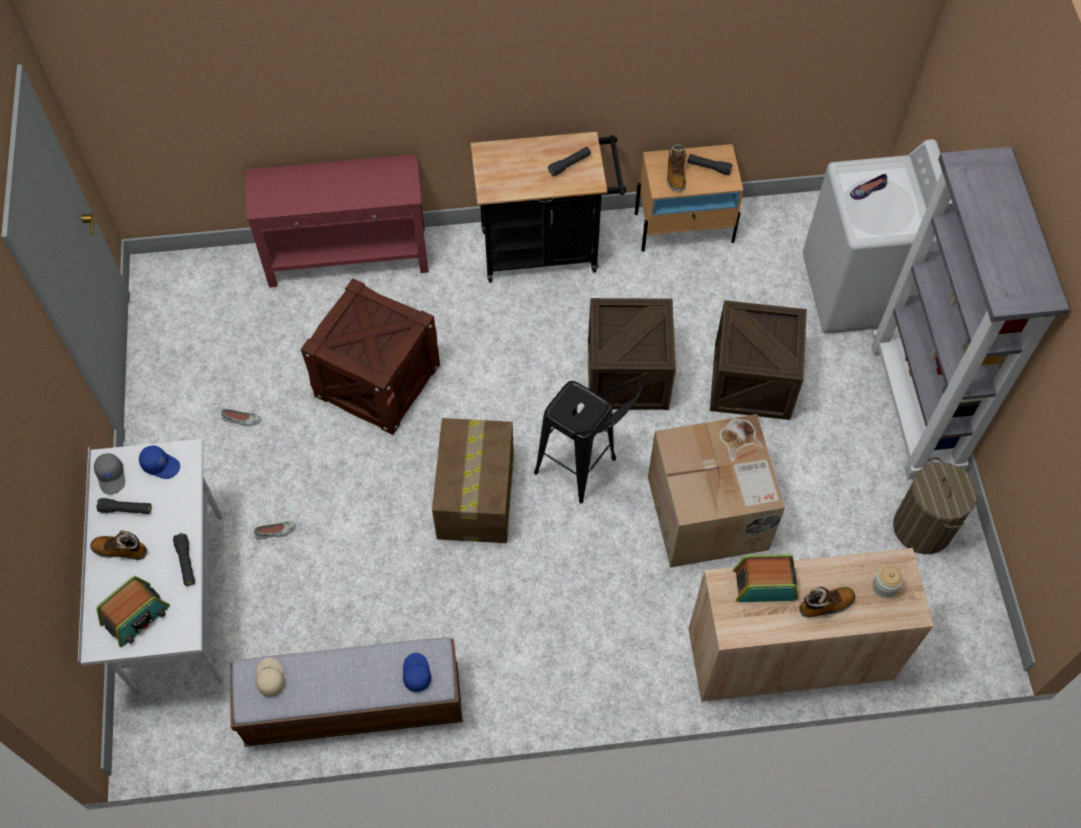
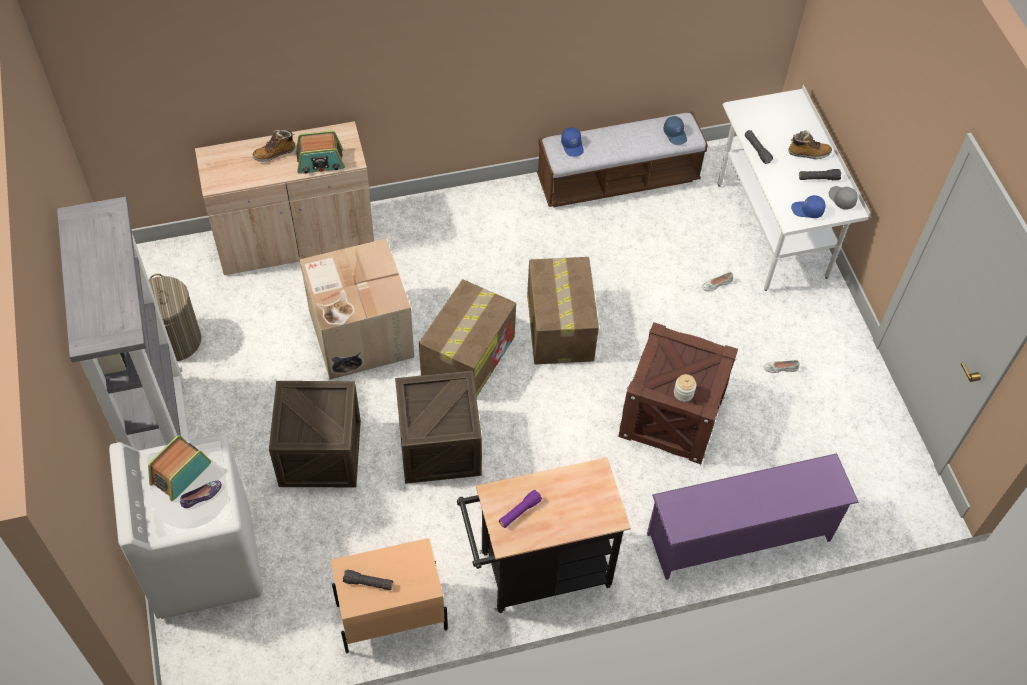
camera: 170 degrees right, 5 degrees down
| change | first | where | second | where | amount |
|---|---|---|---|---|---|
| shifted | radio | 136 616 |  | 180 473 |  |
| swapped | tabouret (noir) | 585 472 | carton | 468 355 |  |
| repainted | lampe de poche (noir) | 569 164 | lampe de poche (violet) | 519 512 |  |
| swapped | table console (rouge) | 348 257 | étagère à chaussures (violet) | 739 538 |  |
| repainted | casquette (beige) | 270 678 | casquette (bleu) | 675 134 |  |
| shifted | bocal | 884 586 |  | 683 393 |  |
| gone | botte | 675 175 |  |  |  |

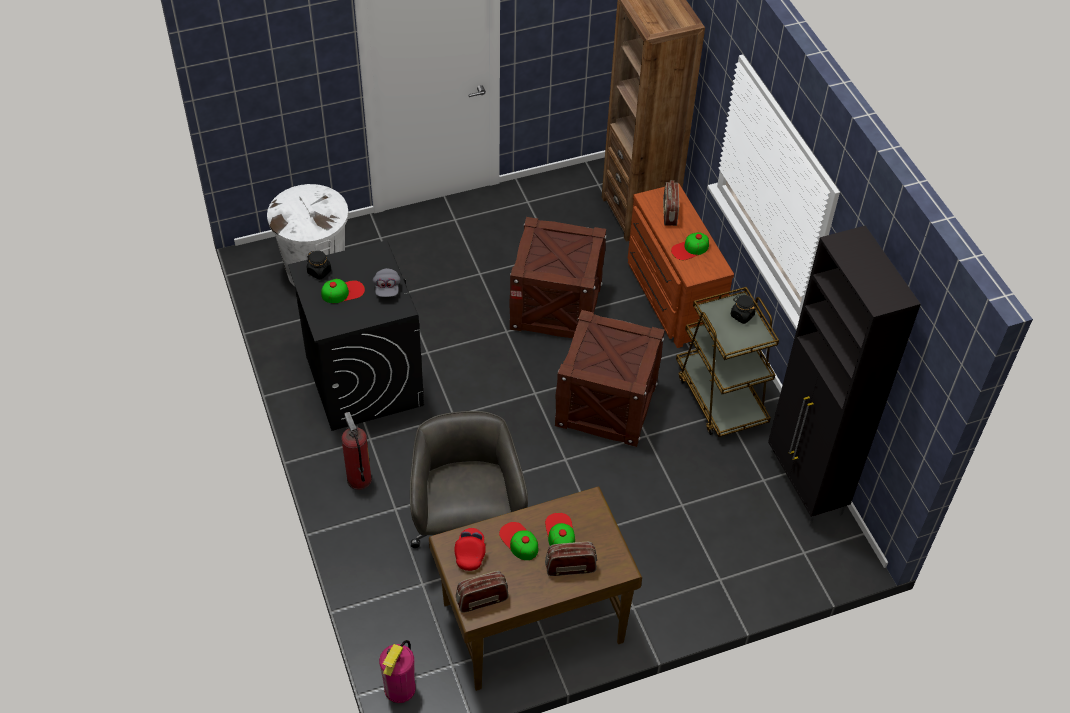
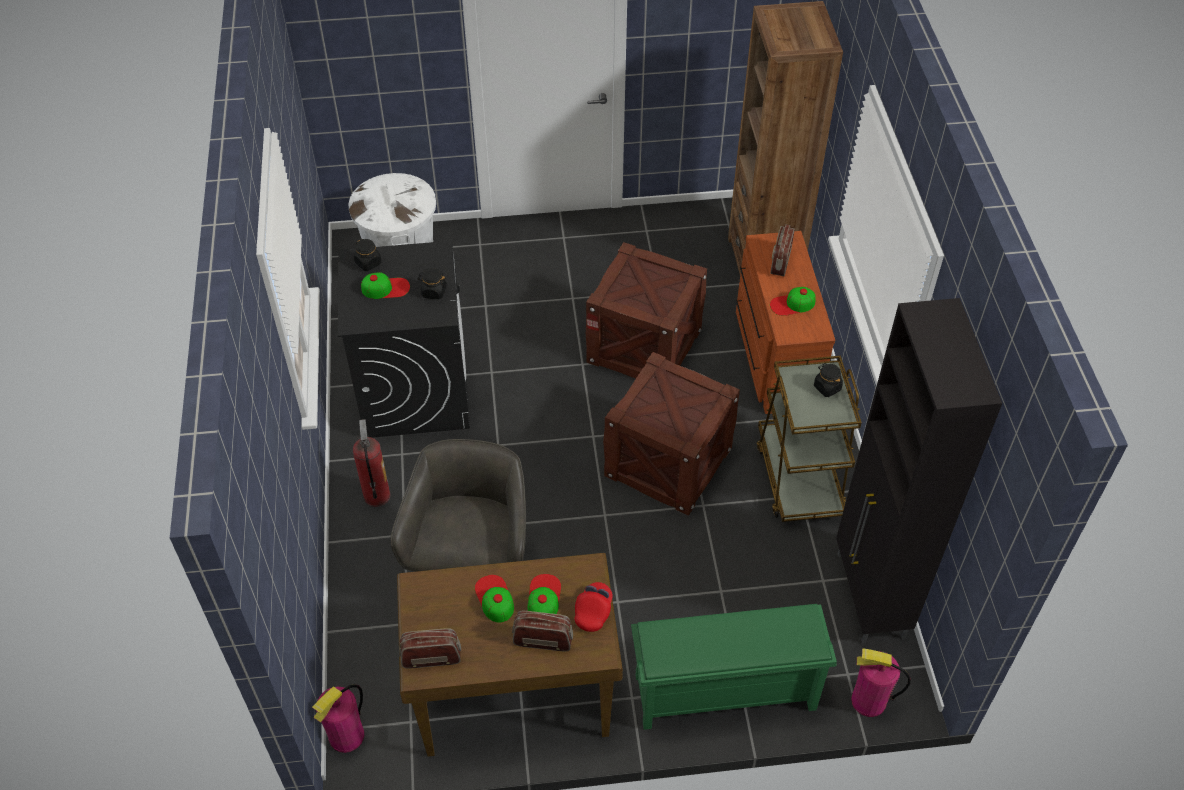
camera: 15 degrees right, 0 degrees up
| change | first | where | second | where | amount |
|---|---|---|---|---|---|
| swapped | casquette (gris) | 387 288 | bocal (noir) | 433 292 |  |
| shifted | casquette (rouge) | 470 553 |  | 593 611 |  |
| new |  |  | étagère à chaussures (vert) | 723 694 |  |
| new |  |  | extincteur | 868 701 |  |

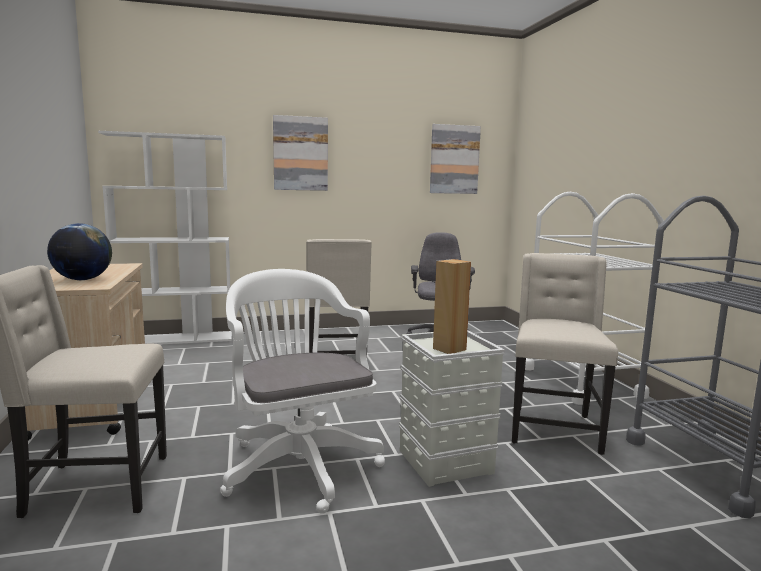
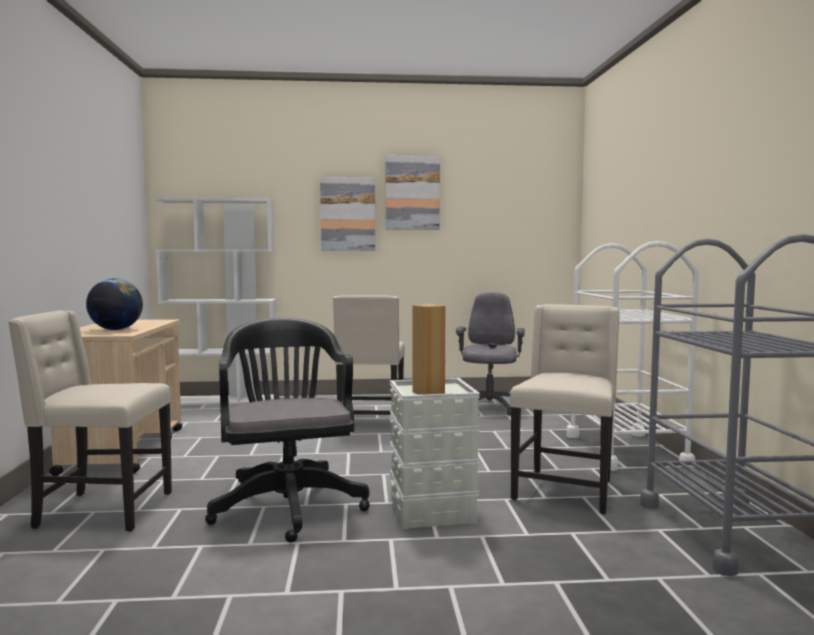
camera: 10 degrees right, 5 degrees down
| change | first | where | second | where | amount |
|---|---|---|---|---|---|
| repainted | chaise de bureau (blanc) | 298 463 | chaise de bureau (noir) | 288 504 |  |
| shifted | tableau | 454 159 |  | 412 193 |  |

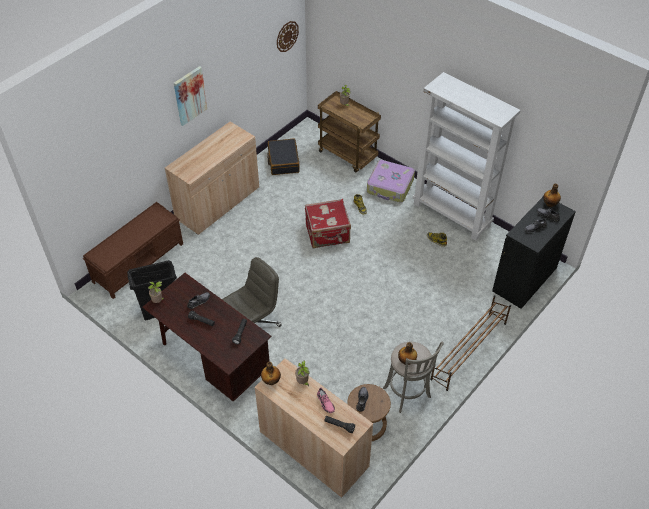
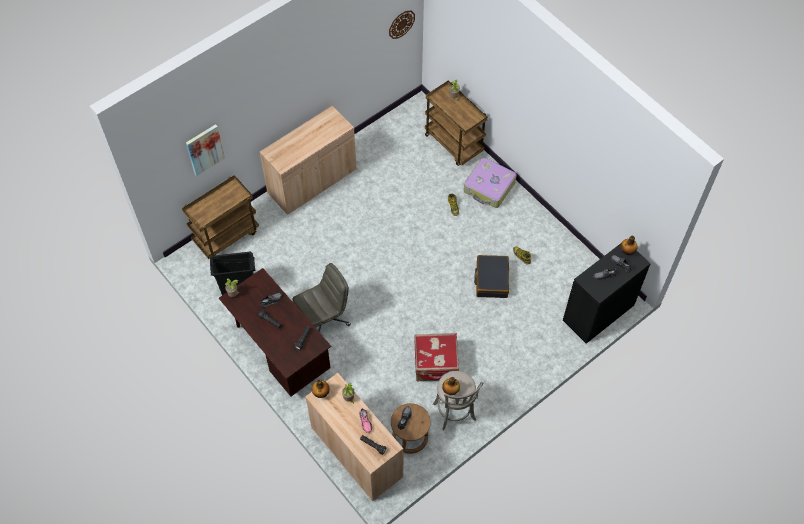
camera: 10 degrees right, 10 degrees up
| change | first | where | second | where | amount |
|---|---|---|---|---|---|
| swapped | banc (marron) | 139 262 | chariot (marron) | 226 236 |  |
| shifted | tableau | 189 95 |  | 205 149 |  |
| shifted | valise (rouge) | 328 234 |  | 436 365 |  |
| shifted | valise (noir) | 283 161 |  | 491 280 |  |
| gone | bibliothèque (blanc) | 452 215 |  |  |  |
| gone | étagère à chaussures (marron) | 468 351 |  |  |  |

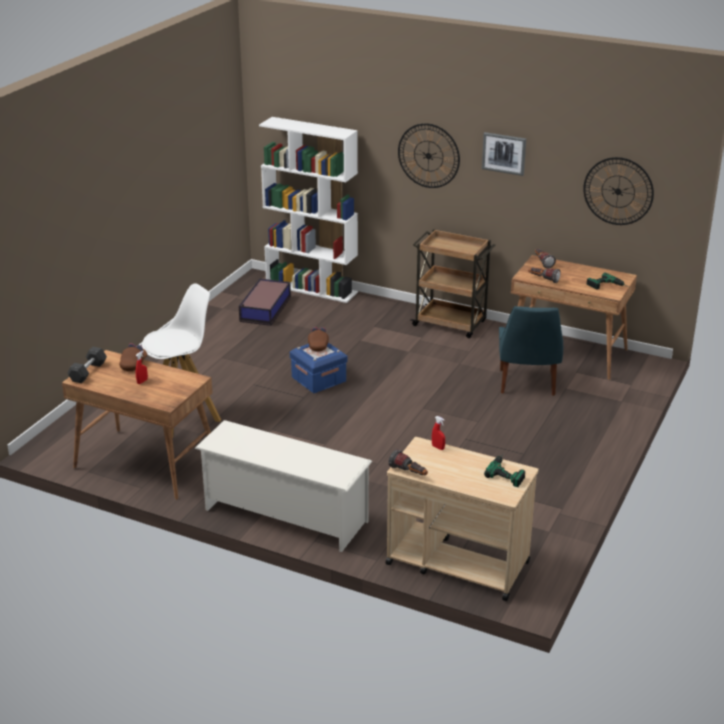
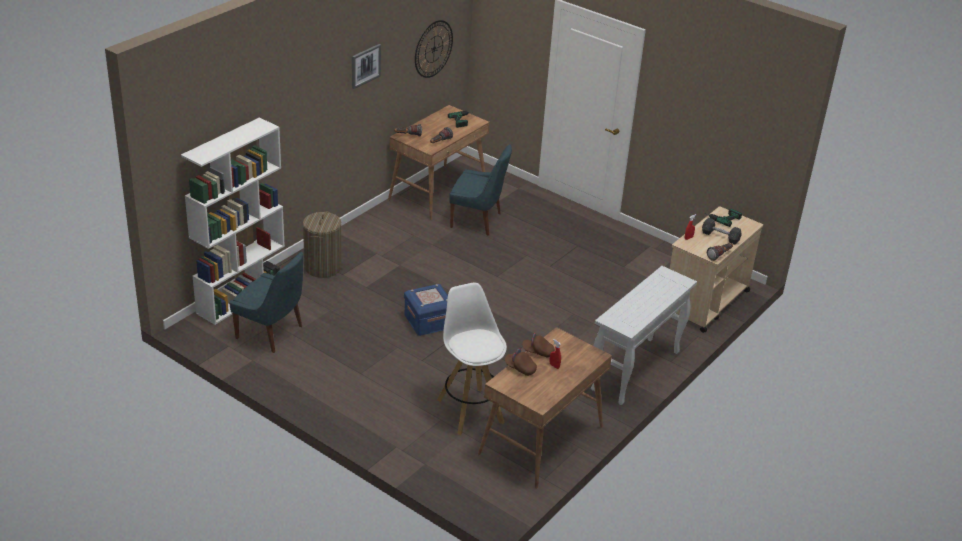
camera: 80 degrees left, 5 degrees up
| change | first | where | second | where | amount |
|---|---|---|---|---|---|
| swapped | boîte de rangement | 264 309 | chaise (bleu) | 271 333 |  |
| new |  |  | panier à linge | 323 267 |  |
| shifted | casquette (marron) | 318 345 |  | 538 352 |  |
| swapped | étagère à chaussures (blanc) | 284 515 | table console (blanc) | 635 371 |  |
| shifted | haltère (gris) | 88 372 |  | 720 236 |  |
| gone | horloge murale | 428 155 |  |  |  |
| gone | chariot (marron) | 451 324 |  |  |  |

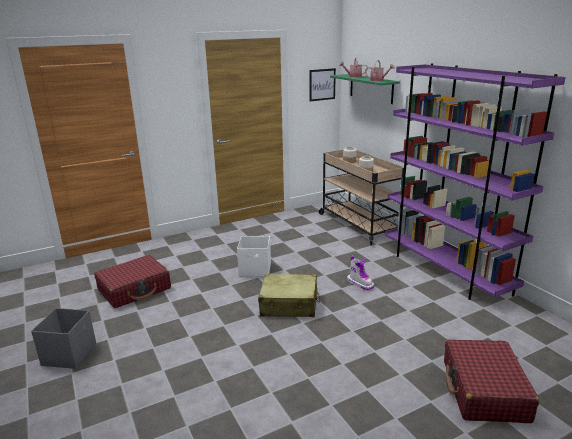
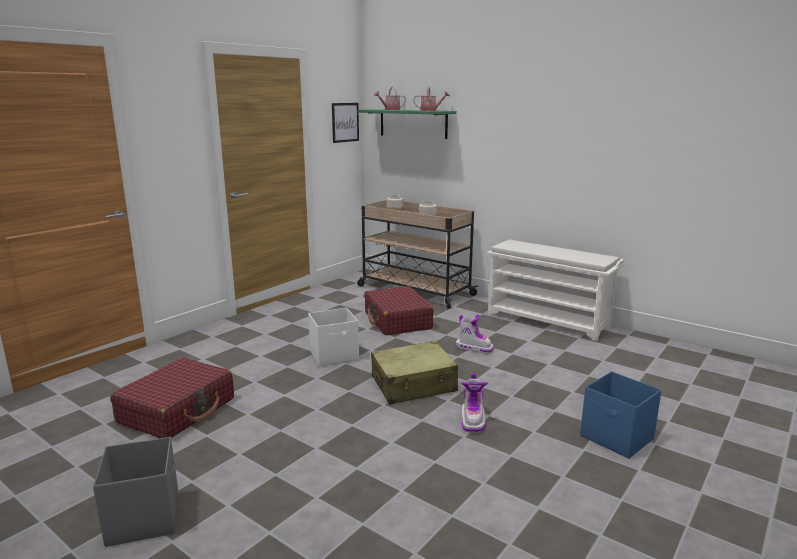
camera: 25 degrees left, 5 degrees down
| change | first | where | second | where | amount |
|---|---|---|---|---|---|
| shifted | valise (rouge) | 484 390 |  | 397 321 |  |
| new |  |  | botte | 473 420 |  |
| swapped | bibliothèque (violet) | 445 271 | étagère à chaussures (blanc) | 548 321 |  |
| new |  |  | boîte de rangement (bleu) | 617 438 |  |

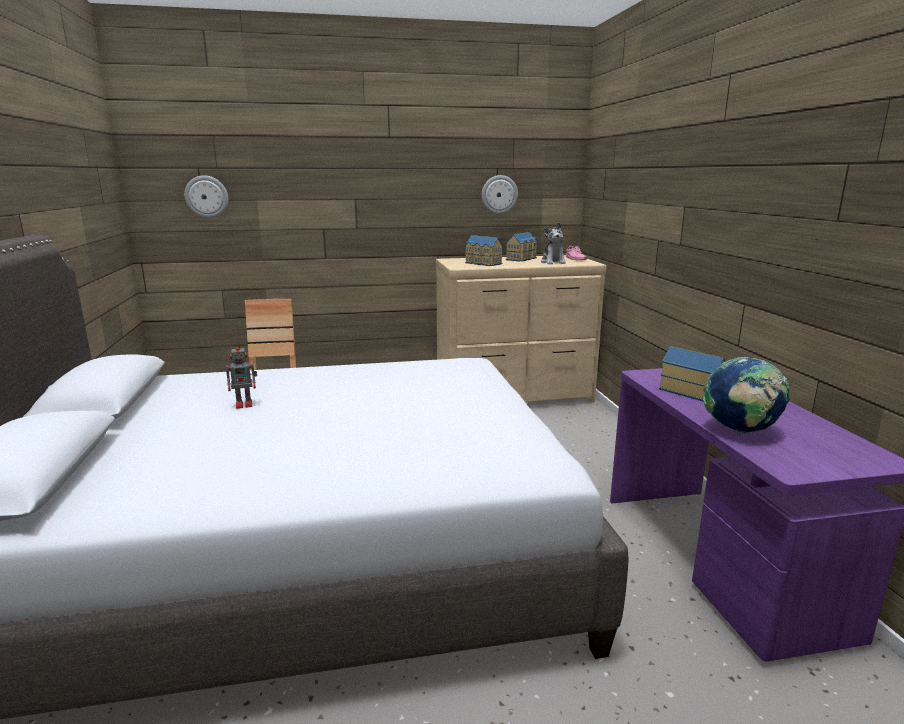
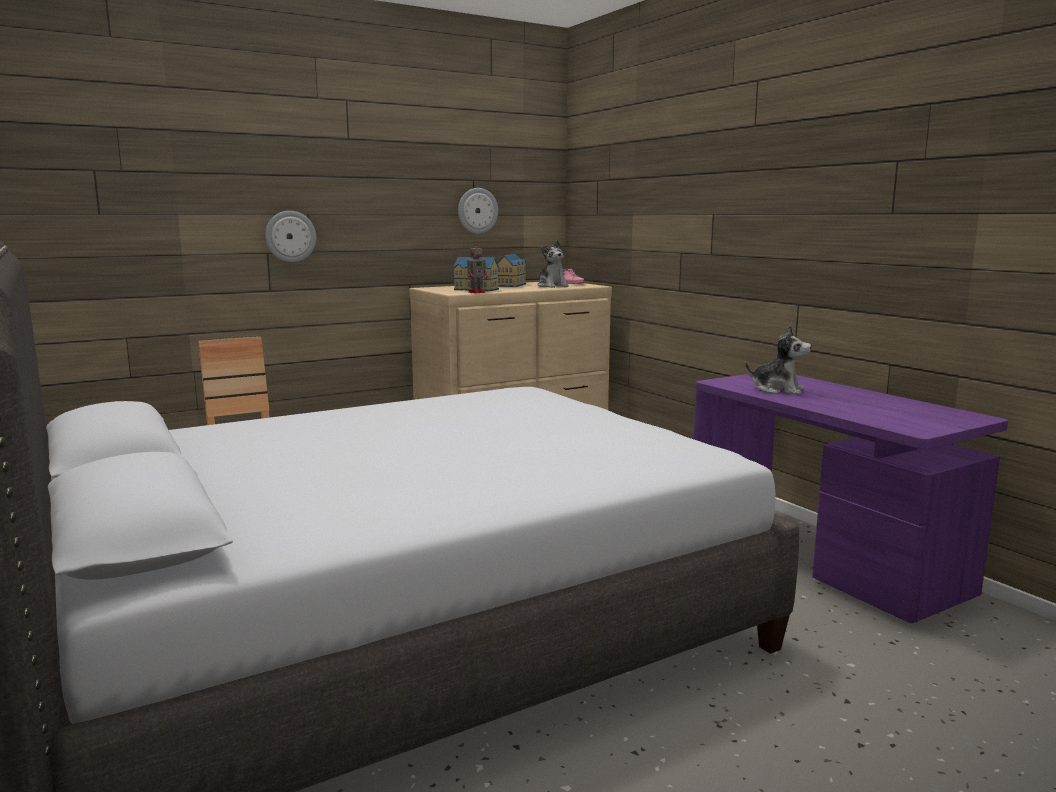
camera: 20 degrees left, 5 degrees down
| change | first | where | second | where | amount |
|---|---|---|---|---|---|
| shifted | horloge murale | 206 197 |  | 290 236 |  |
| shifted | robot jouet | 245 404 |  | 477 292 |  |
| swapped | maison miniature | 691 392 | peluche | 778 390 |  |
| gone | globe | 740 431 |  |  |  |

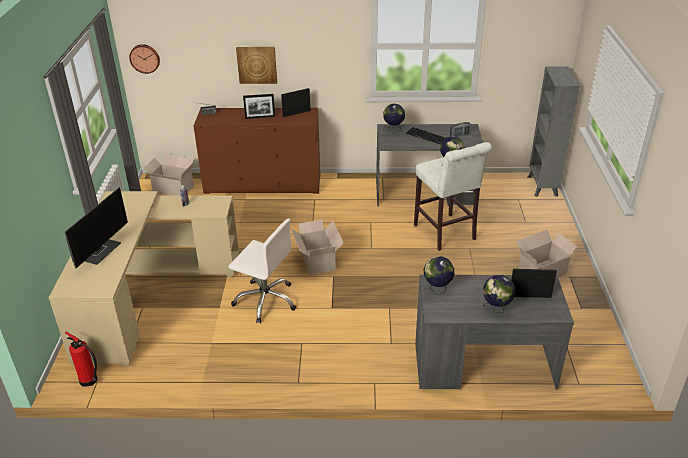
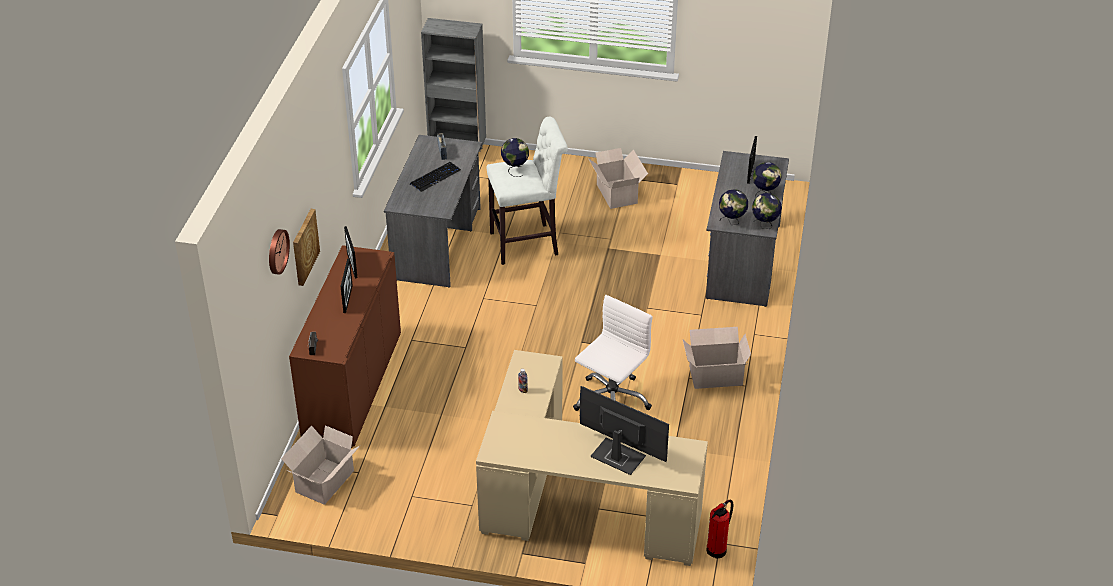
camera: 80 degrees left, 5 degrees up
| change | first | where | second | where | amount |
|---|---|---|---|---|---|
| shifted | horloge murale | 145 58 |  | 276 251 |  |
| shifted | carton | 317 260 |  | 714 375 |  |
| shifted | globe | 393 129 |  | 764 225 |  |

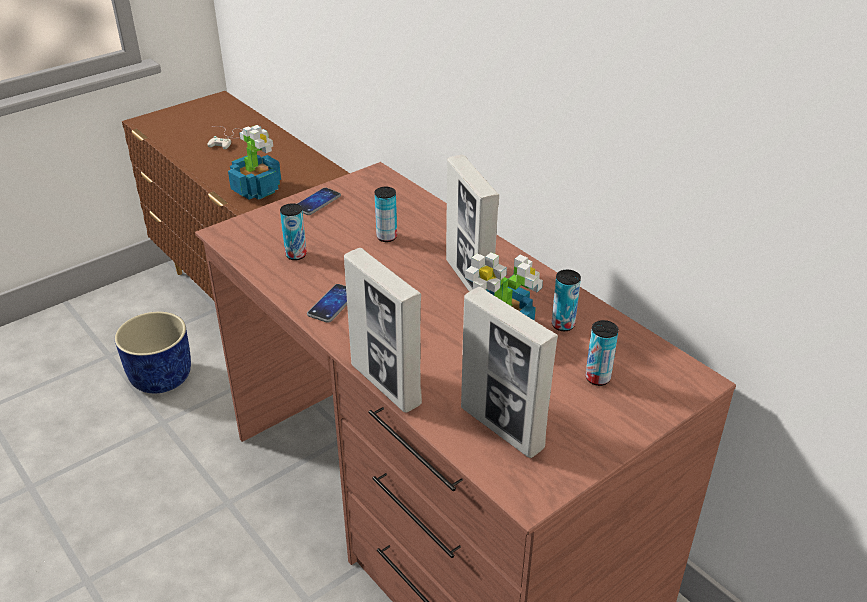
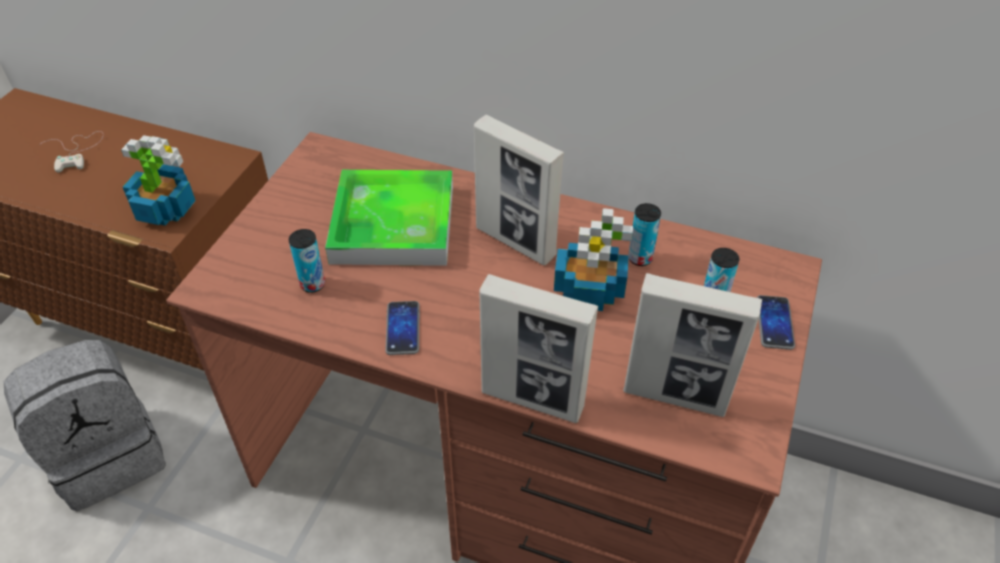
camera: 30 degrees left, 10 degrees up
| change | first | where | second | where | amount |
|---|---|---|---|---|---|
| swapped | cache-pot (bleu) | 162 377 | sac à dos (gris) | 109 456 |  |
| swapped | boîte métallique | 386 237 | plateau | 393 224 |  |
| shifted | téléphone | 317 202 |  | 774 323 |  |

